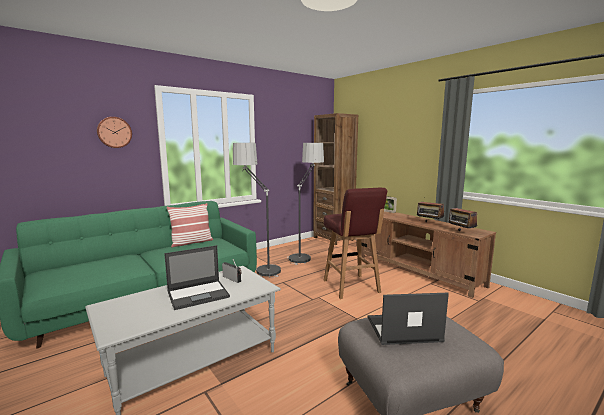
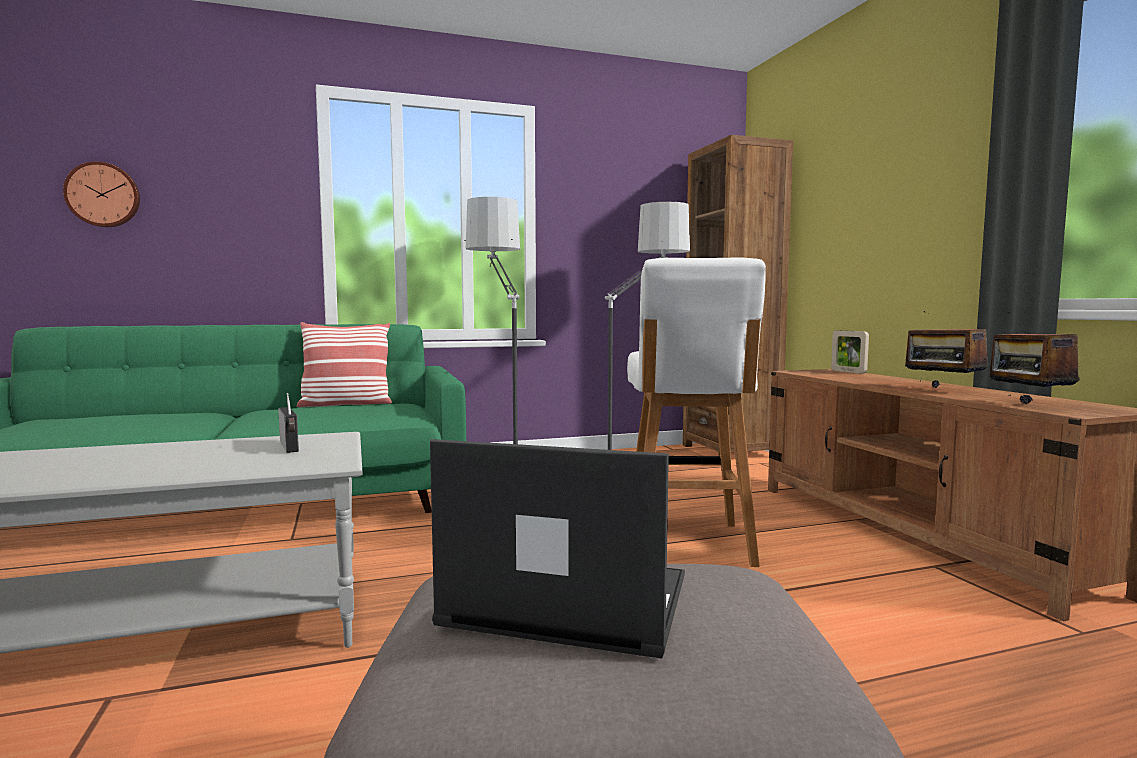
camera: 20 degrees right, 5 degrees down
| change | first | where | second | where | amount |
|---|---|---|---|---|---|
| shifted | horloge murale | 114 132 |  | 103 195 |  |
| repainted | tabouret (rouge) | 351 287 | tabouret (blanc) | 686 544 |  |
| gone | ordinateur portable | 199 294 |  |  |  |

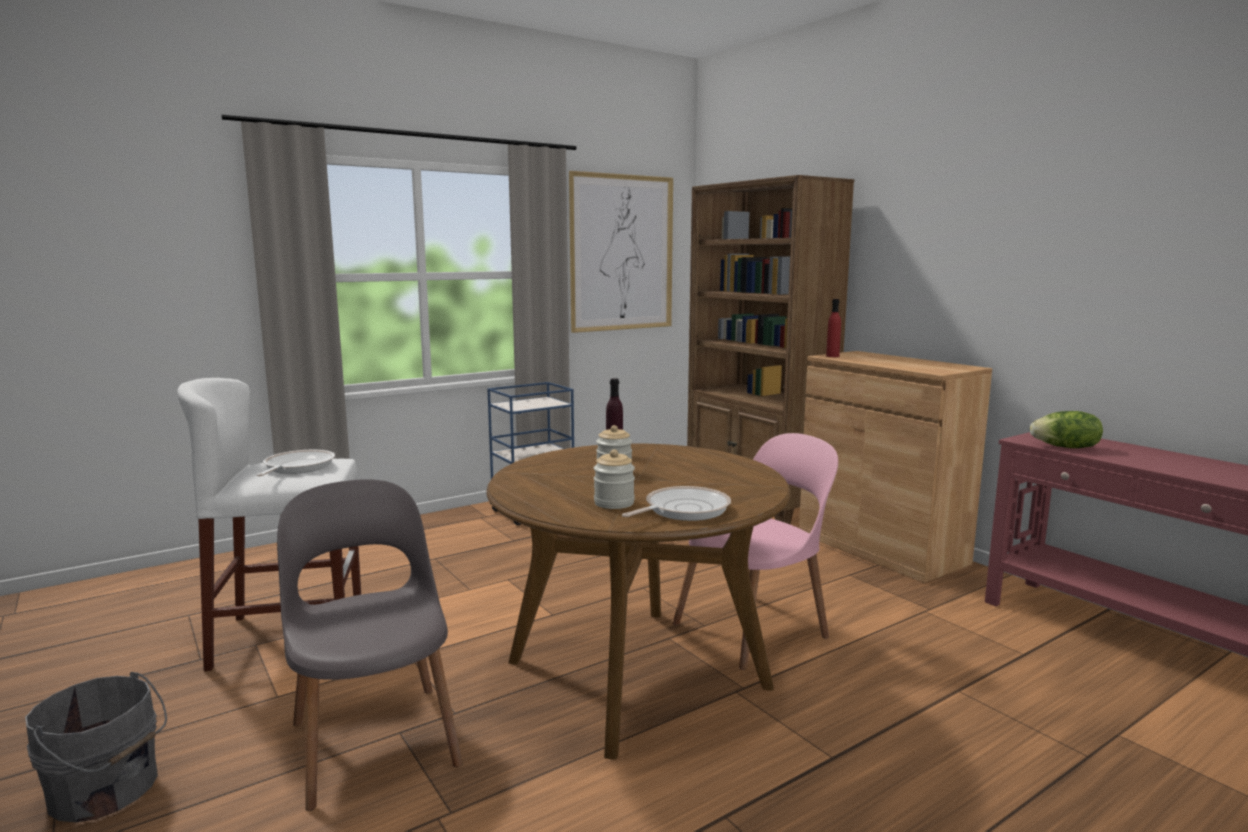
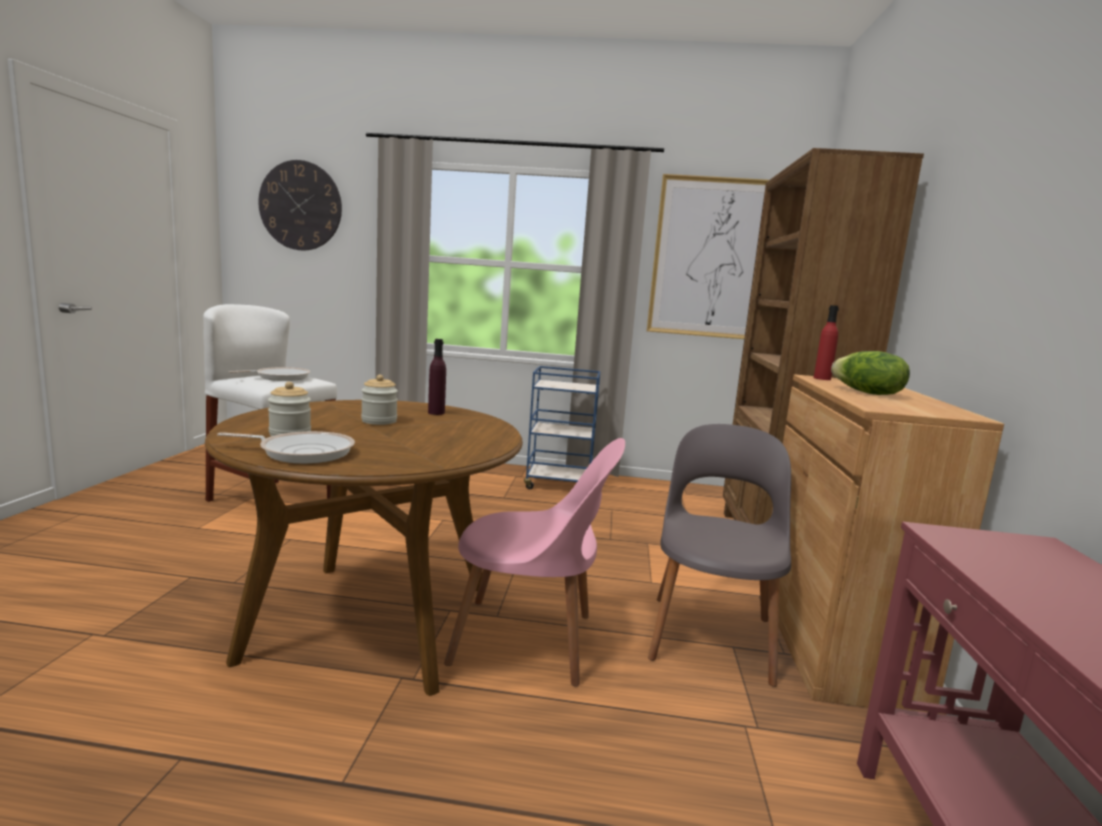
camera: 40 degrees right, 0 degrees up
| change | first | where | second | where | amount |
|---|---|---|---|---|---|
| new |  |  | horloge murale | 300 206 |  |
| shifted | chaise (gris) | 374 738 |  | 711 634 |  |
| shifted | laitue | 1066 447 |  | 867 393 |  |
| gone | seau (gris) | 106 791 |  |  |  |

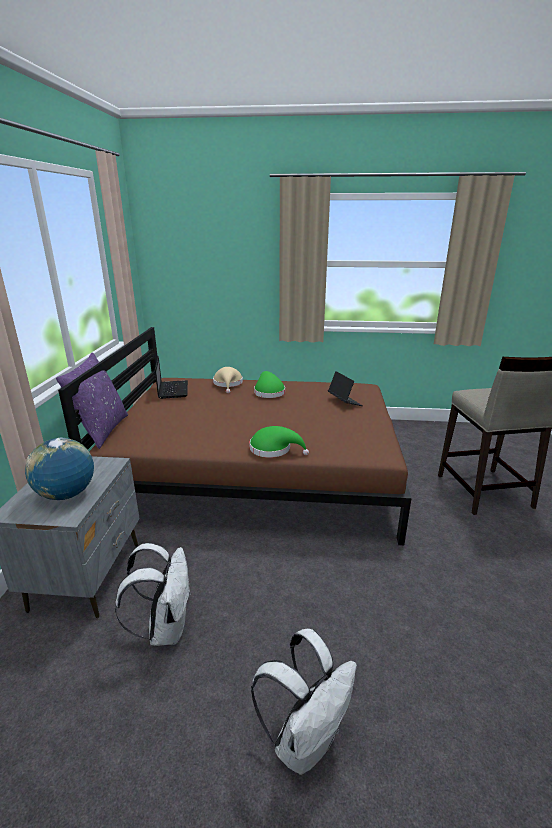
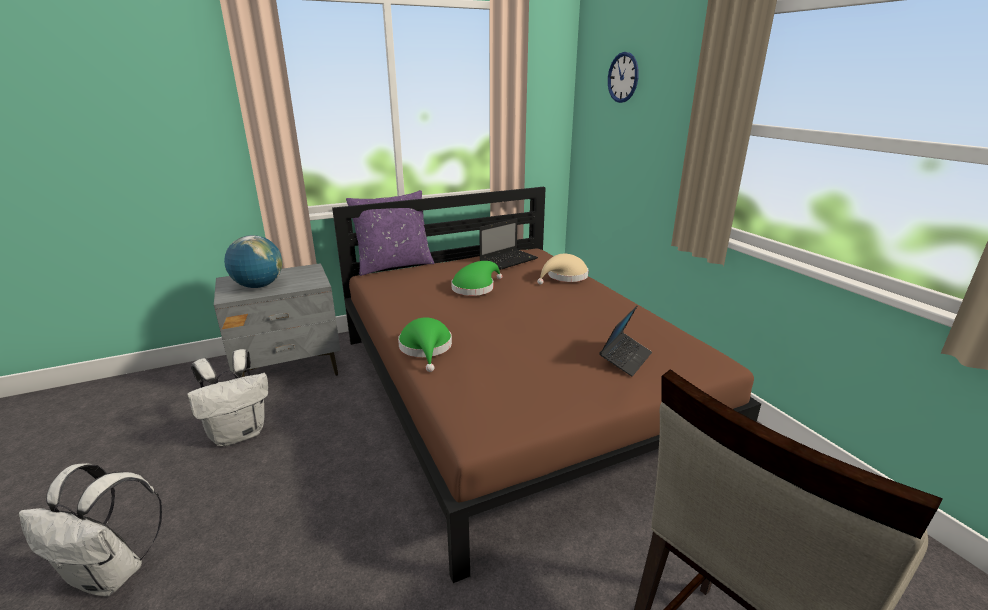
camera: 60 degrees right, 0 degrees up
| change | first | where | second | where | amount |
|---|---|---|---|---|---|
| shifted | chapeau (vert) | 268 392 |  | 475 287 |  |
| new |  |  | horloge murale | 623 77 |  |

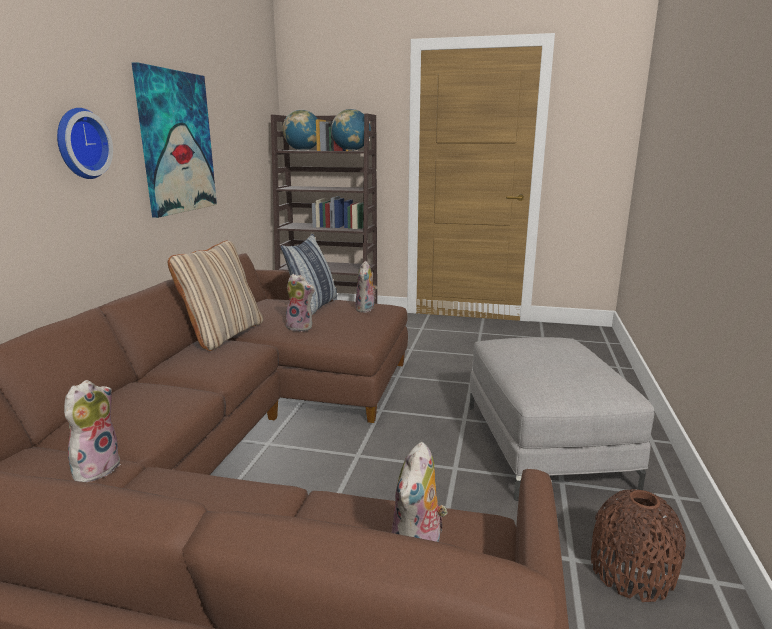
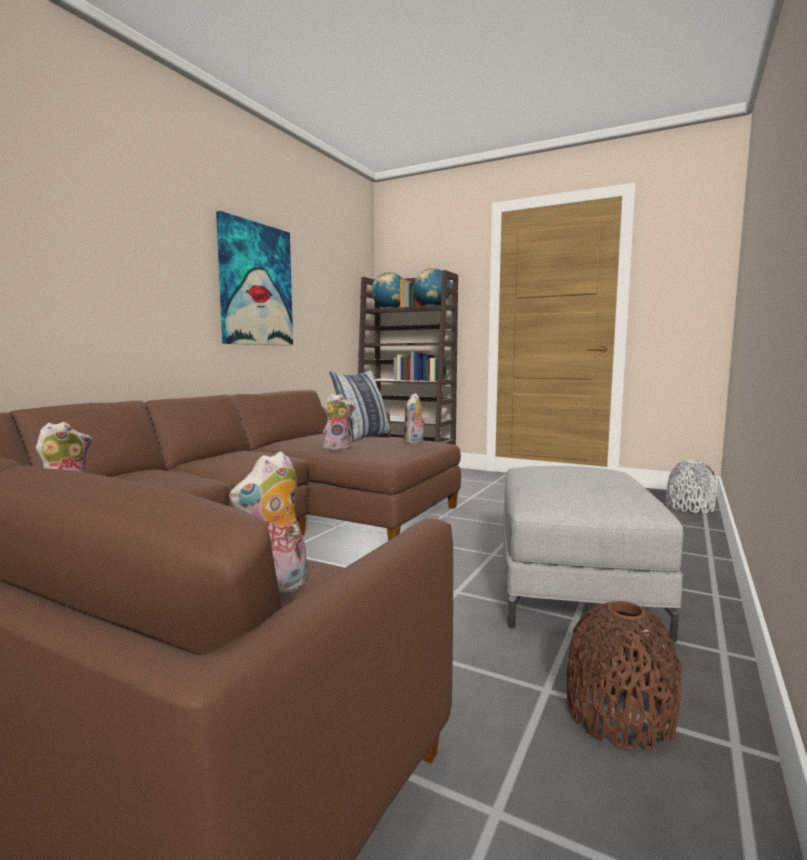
camera: 15 degrees right, 10 degrees down
| change | first | where | second | where | amount |
|---|---|---|---|---|---|
| rotated | peluche | 301 327 |  | 338 448 | 45 degrees counterclockwise |
| new |  |  | vase (gris) | 689 507 |  |
| gone | horloge murale | 80 144 |  |  |  |
| gone | coussin (beige) | 223 335 |  |  |  |

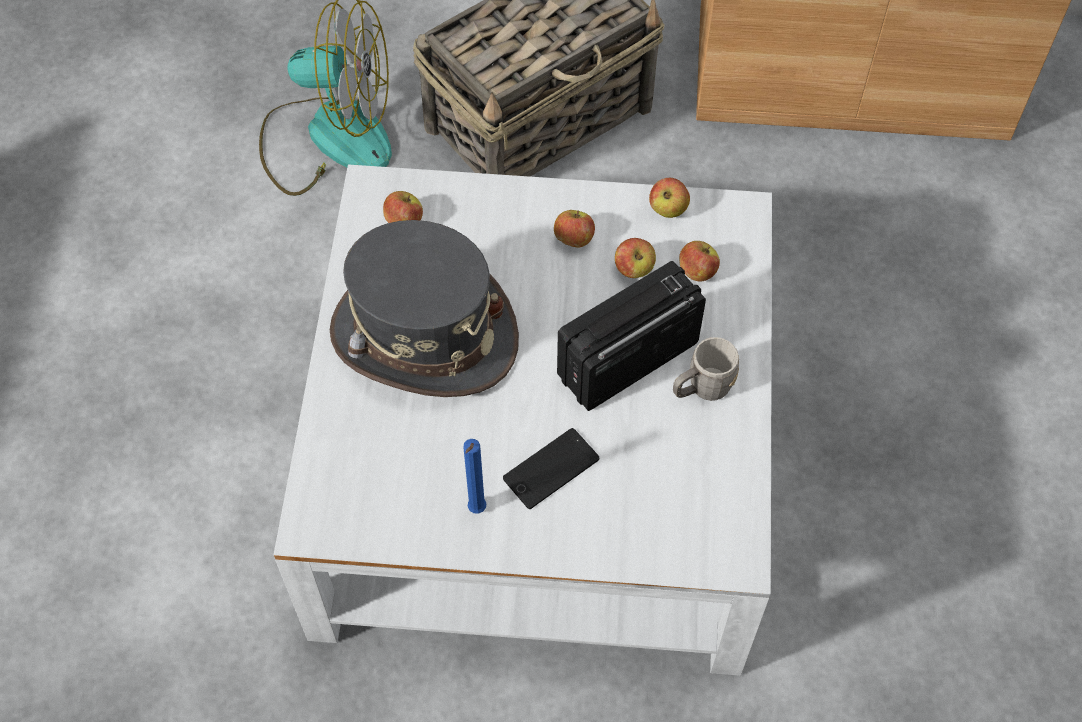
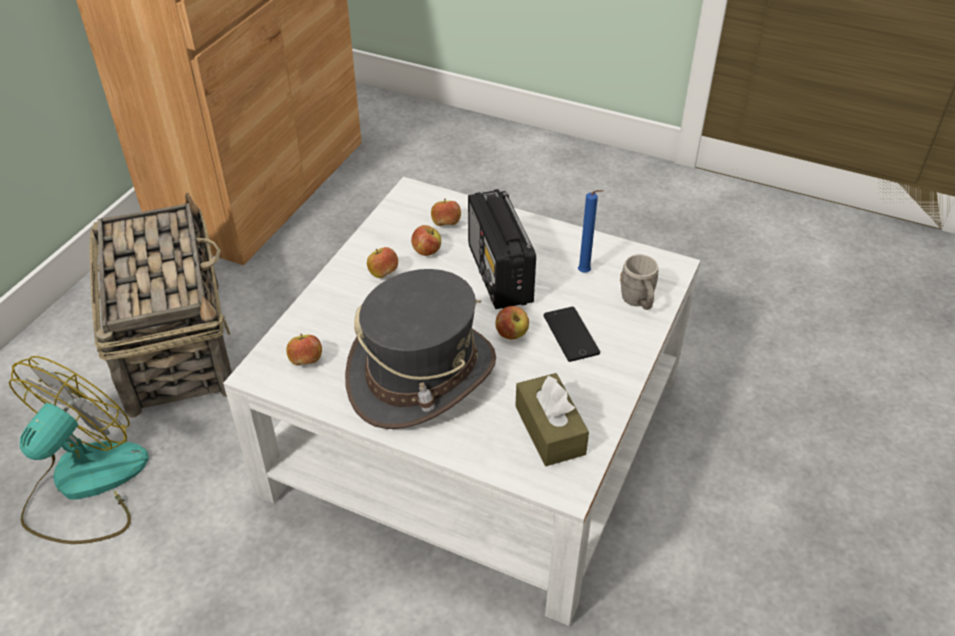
camera: 70 degrees left, 15 degrees down
| change | first | where | second | where | amount |
|---|---|---|---|---|---|
| shifted | pomme | 668 209 |  | 511 334 |  |
| new |  |  | boîte à mouchoirs (marron) | 550 430 |  |
| shifted | bougie (bleu) | 476 511 |  | 585 273 |  |
| shifted | mug (gris) | 702 389 |  | 638 302 |  |

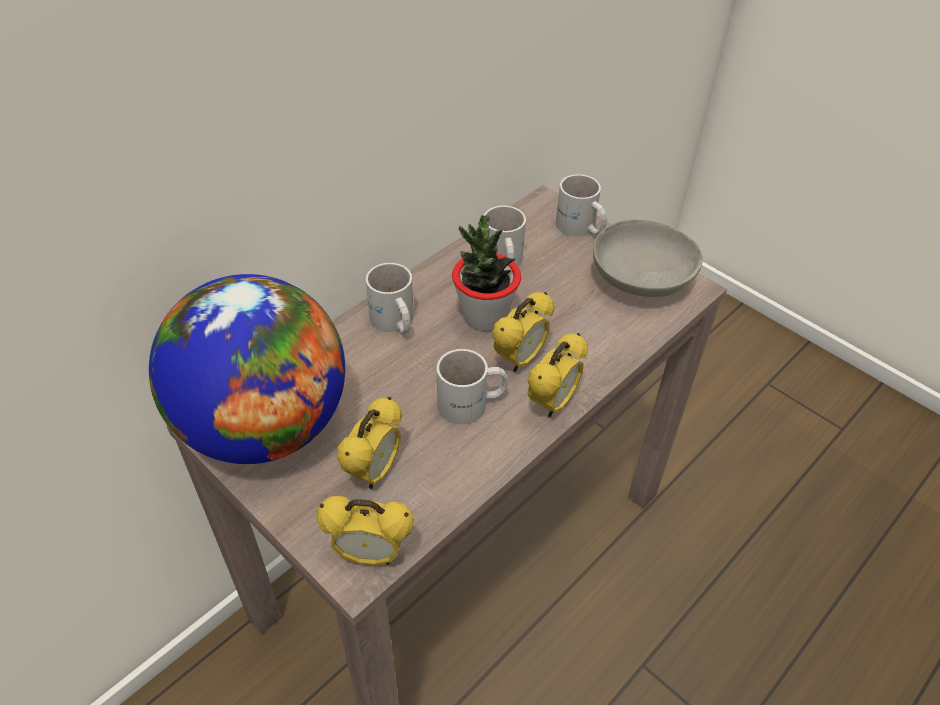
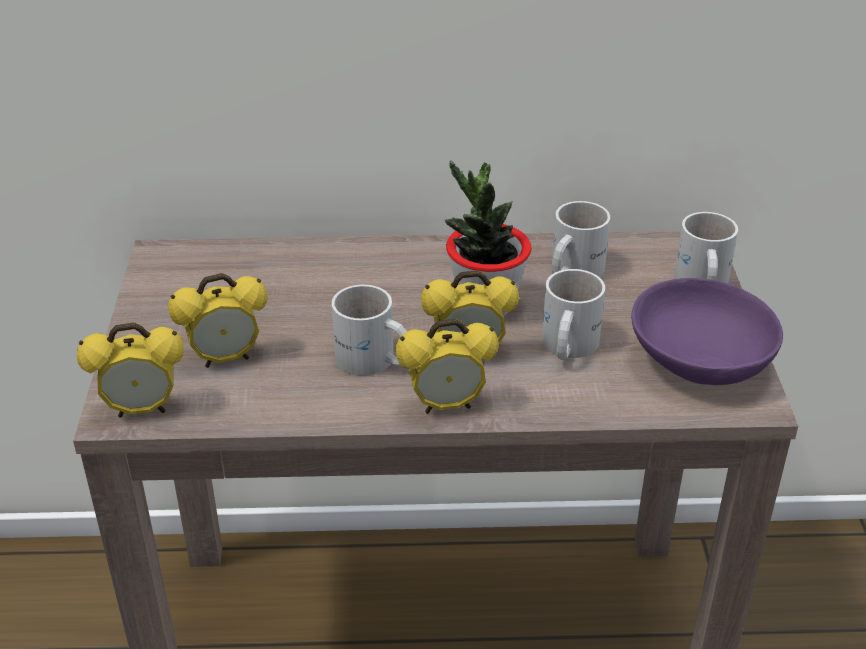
camera: 45 degrees right, 10 degrees down
| change | first | where | second | where | amount |
|---|---|---|---|---|---|
| rotated | réveil | 370 554 |  | 142 409 | 60 degrees counterclockwise |
| shifted | mug (blanc) | 393 322 |  | 565 346 |  |
| repainted | bol (gris) | 640 279 | bol (violet) | 700 361 |  |
| gone | globe | 265 426 |  |  |  |

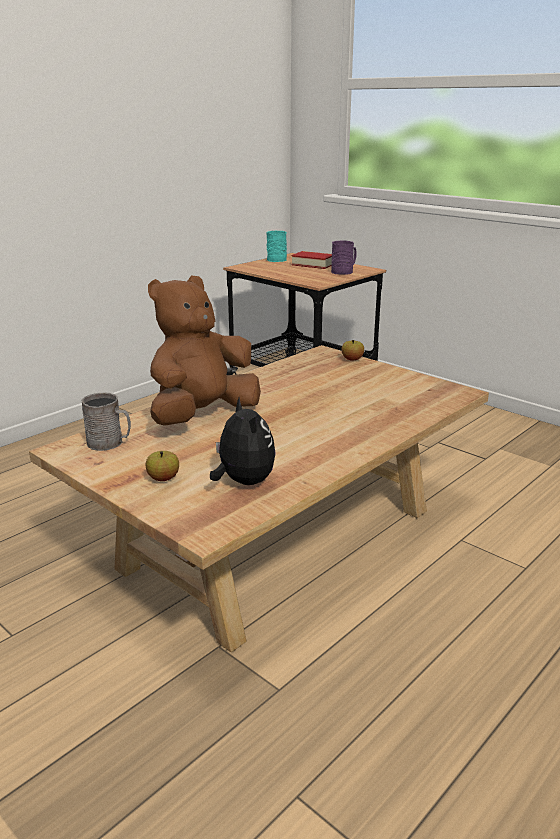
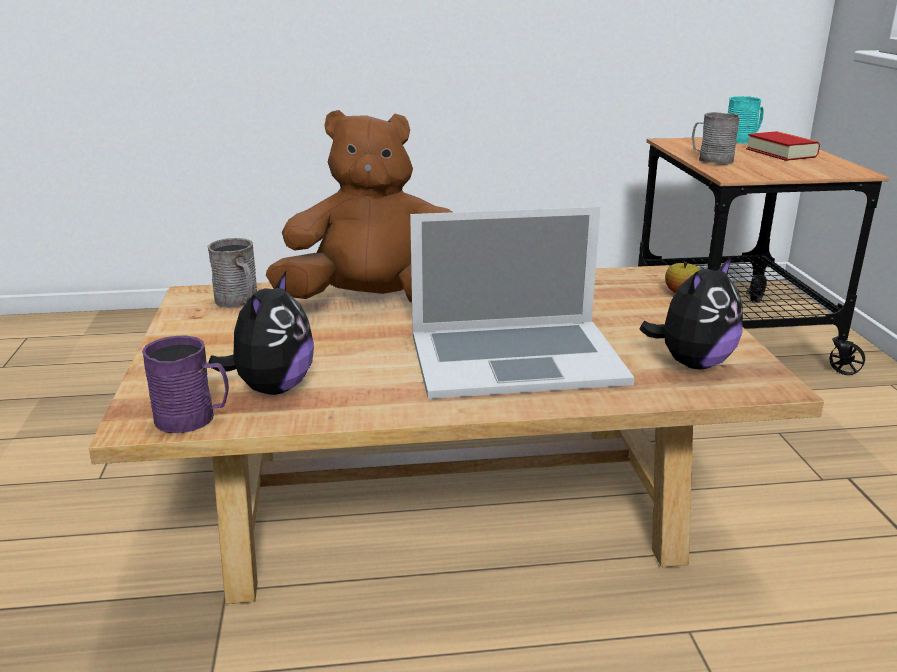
camera: 40 degrees right, 0 degrees up
| change | first | where | second | where | amount |
|---|---|---|---|---|---|
| shifted | mug (violet) | 344 271 |  | 193 418 |  |
| new |  |  | ordinateur portable | 515 358 |  |
| new |  |  | peluche | 692 363 |  |
| new |  |  | mug (gris) | 710 160 |  |
| gone | pomme | 163 478 |  |  |  |

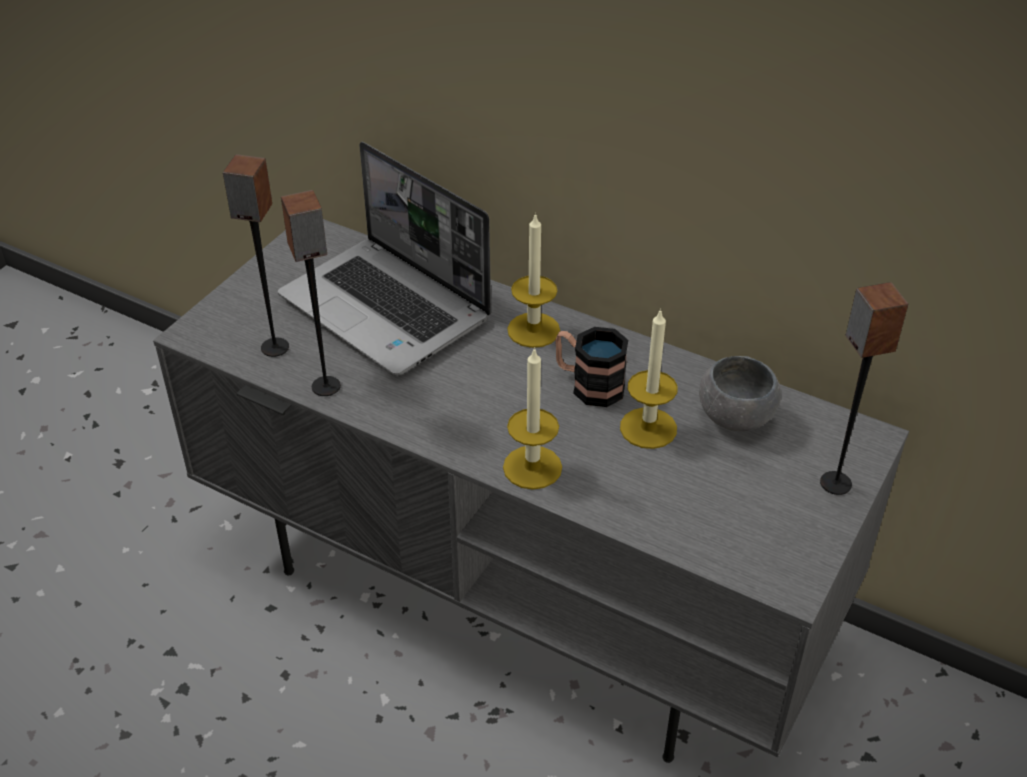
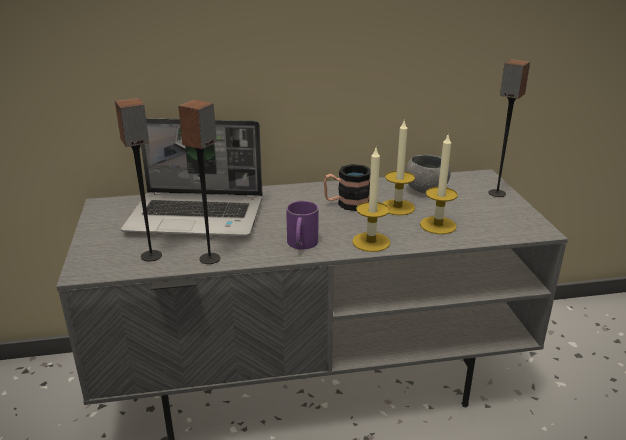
camera: 40 degrees left, 15 degrees down
| change | first | where | second | where | amount |
|---|---|---|---|---|---|
| new |  |  | mug (violet) | 301 244 |  |
| shifted | bougie | 533 330 |  | 438 225 |  |

